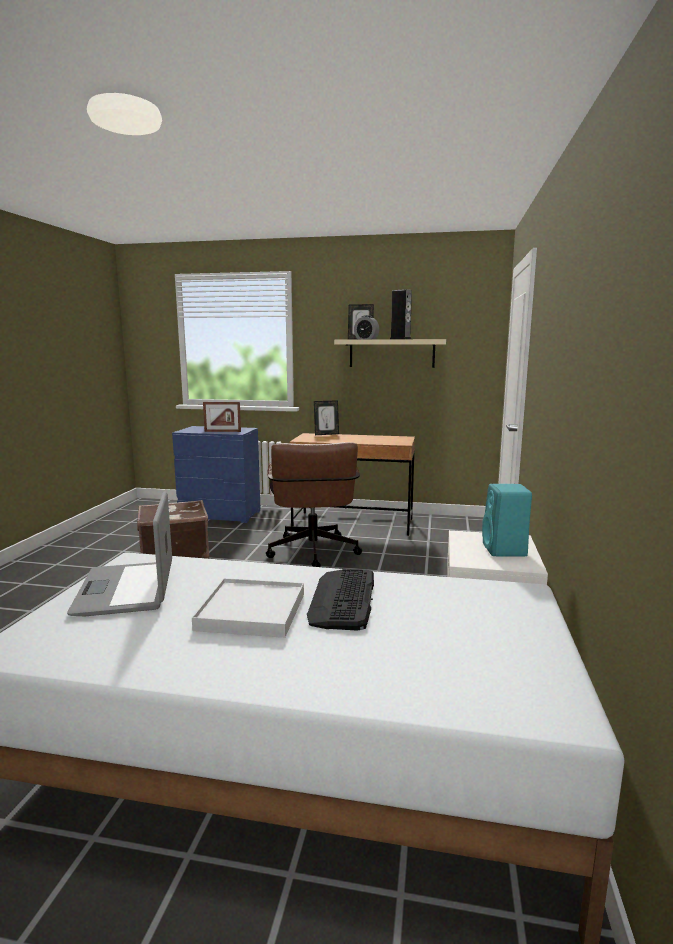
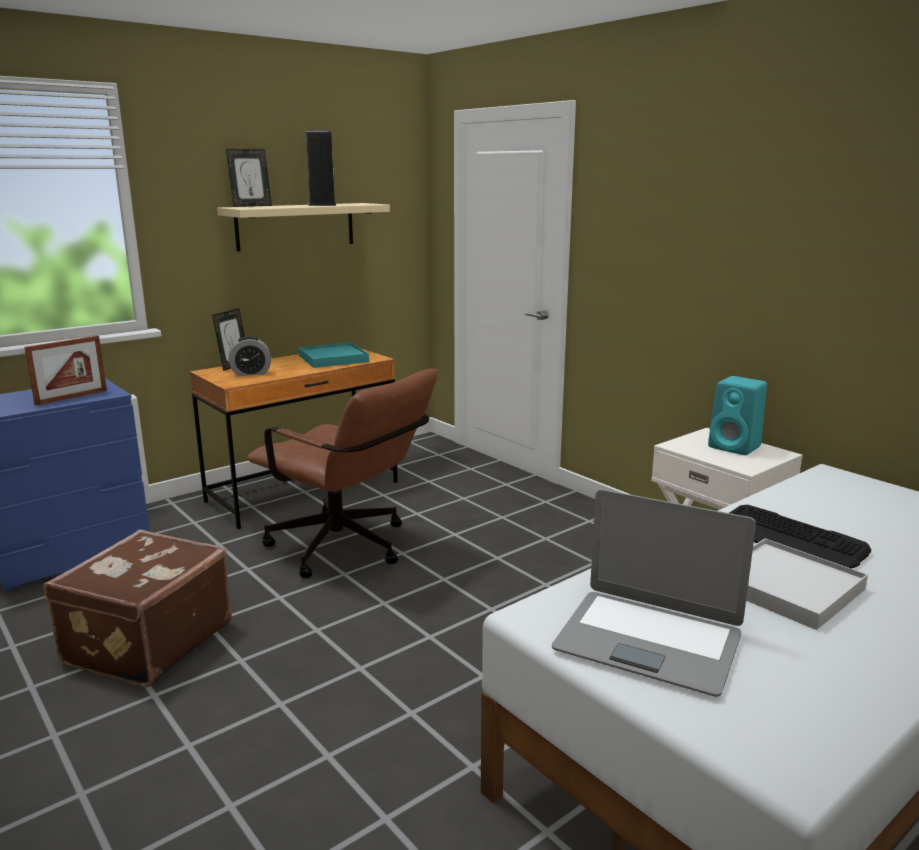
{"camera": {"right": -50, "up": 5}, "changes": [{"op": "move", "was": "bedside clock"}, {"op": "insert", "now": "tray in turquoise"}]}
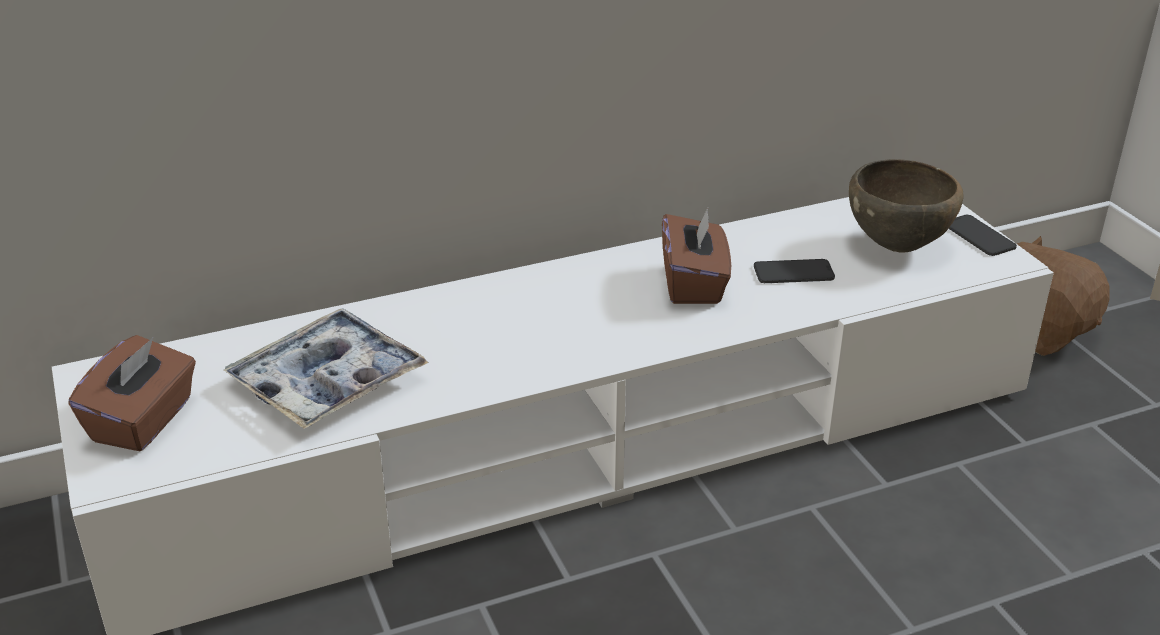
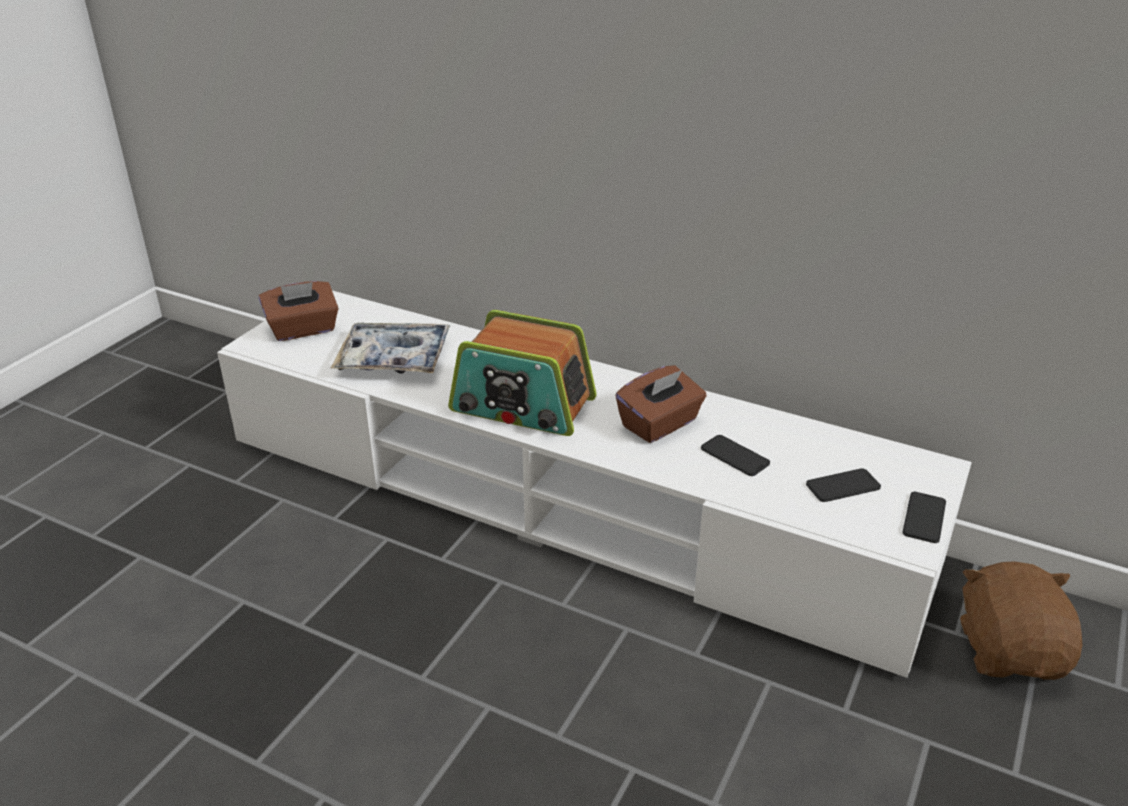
{"camera": {"right": 50, "up": 0}, "changes": [{"op": "replace", "was": "serving bowl in brown-coloured", "now": "telephone (2nd from left)"}, {"op": "insert", "now": "radio"}]}
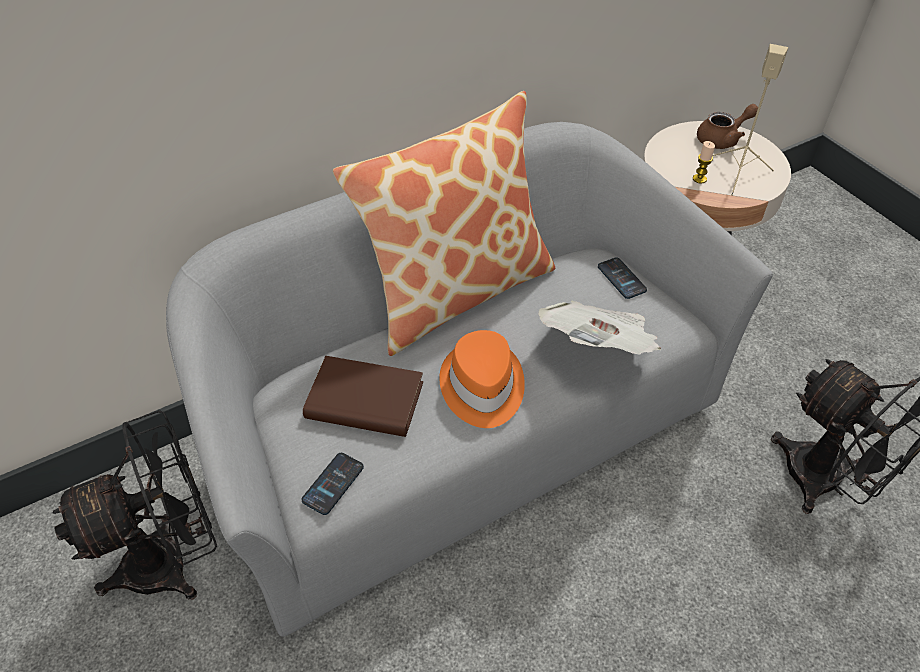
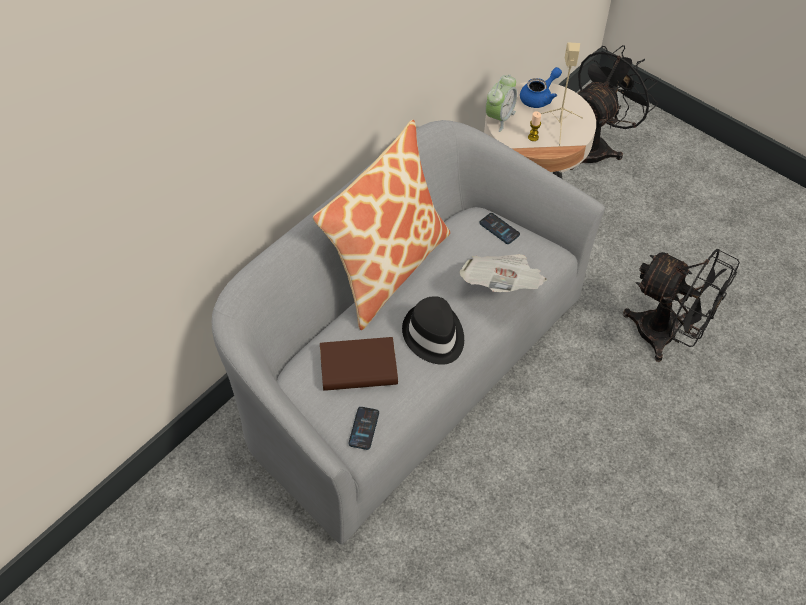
{"camera": {"right": -20, "up": 5}, "changes": [{"op": "recolor", "was": "tea pot in brown-coloured", "now": "tea pot in blue-coloured"}, {"op": "recolor", "was": "clothing hat in orange-coloured", "now": "clothing hat in black-coloured"}, {"op": "move", "was": "cooling fan in black-coloured (1st from left)"}, {"op": "insert", "now": "bedside clock"}]}
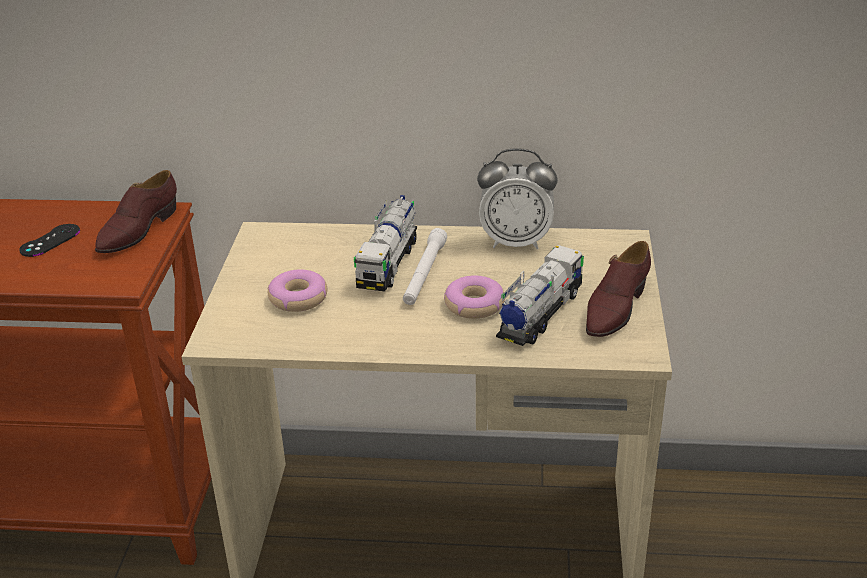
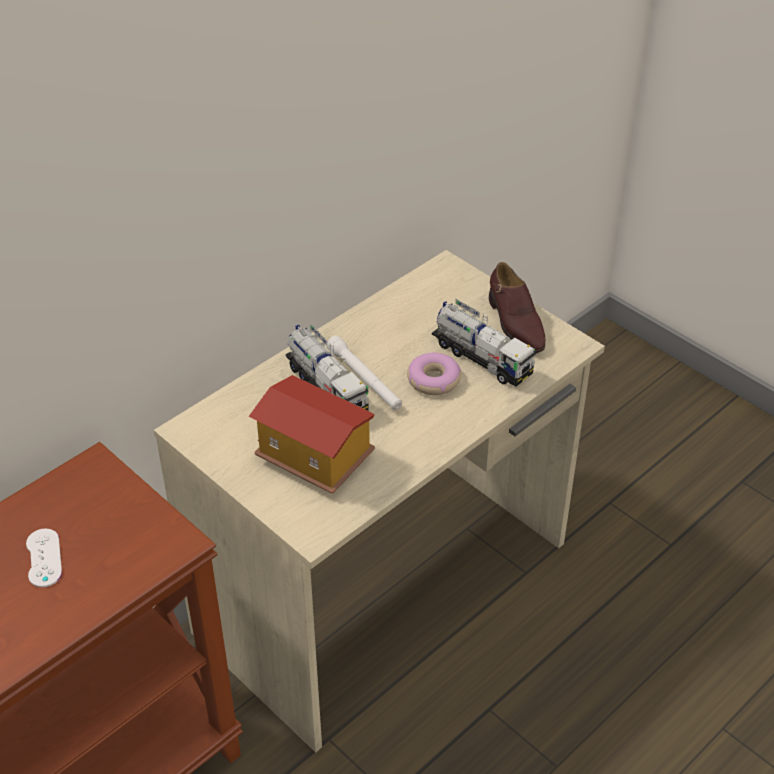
{"camera": {"right": -50, "up": 10}, "changes": [{"op": "delete", "was": "bedside clock"}, {"op": "delete", "was": "low shoe in brown-coloured (1st from left)"}, {"op": "recolor", "was": "game controller in black-coloured", "now": "game controller in whitish"}, {"op": "rotate", "was": "toy truck (2nd from left)", "clockwise": 150}, {"op": "replace", "was": "doughnut (1st from left)", "now": "model house"}]}
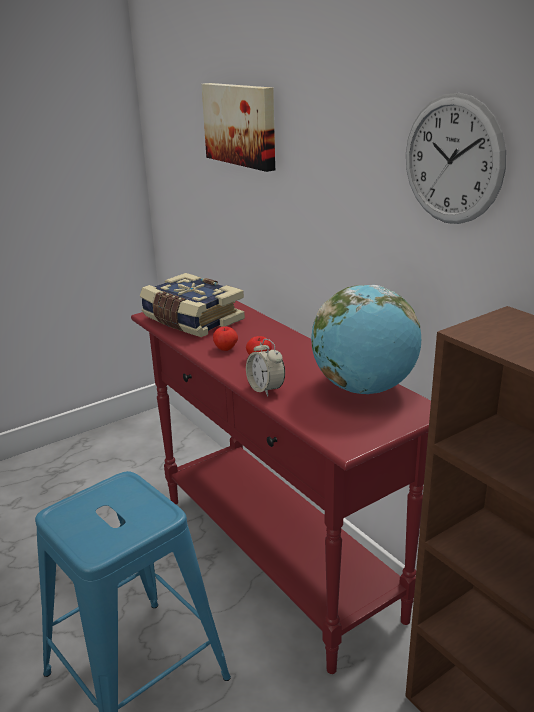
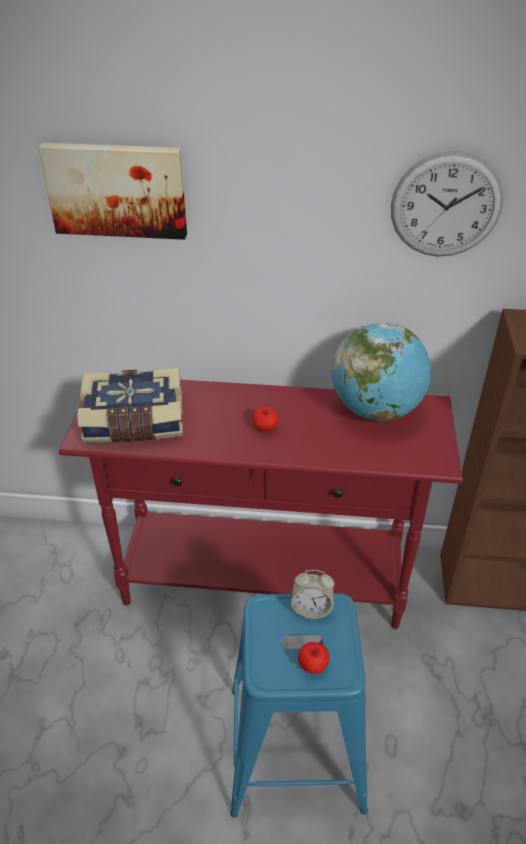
{"camera": {"right": -50, "up": 15}, "changes": [{"op": "move", "was": "whole apple (1st from left in the first image)", "now": "whole apple (2nd from left)"}, {"op": "move", "was": "bedside clock"}]}
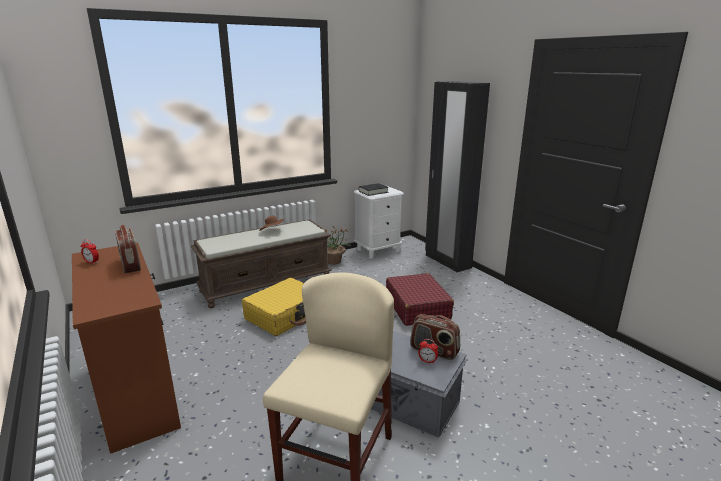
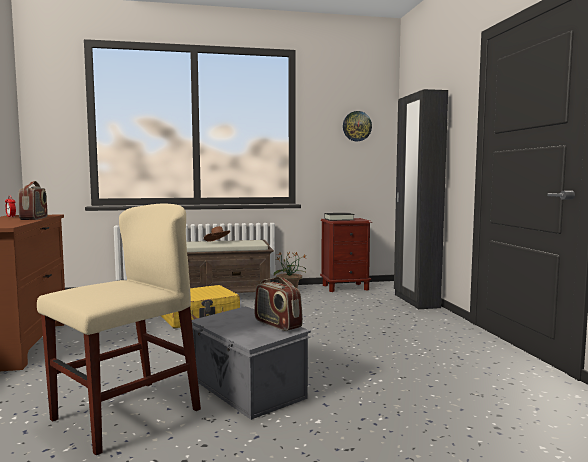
{"camera": {"right": 20, "up": -15}, "changes": [{"op": "recolor", "was": "bedside table in whitish", "now": "bedside table in brown-coloured"}, {"op": "delete", "was": "travel case in red"}, {"op": "delete", "was": "bedside clock (2nd from left)"}, {"op": "insert", "now": "hanging clock"}]}
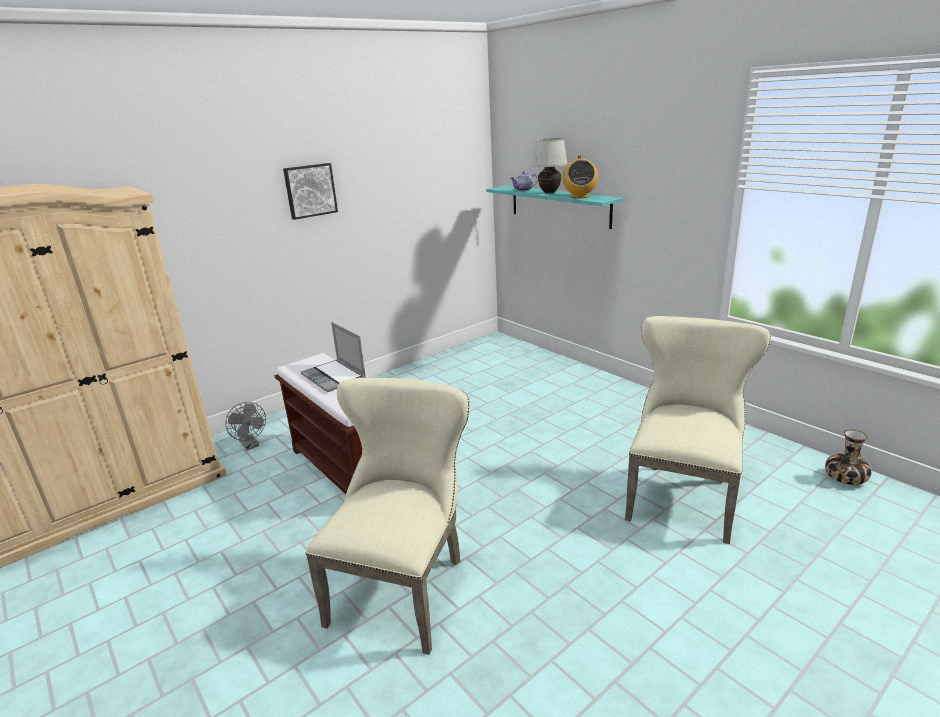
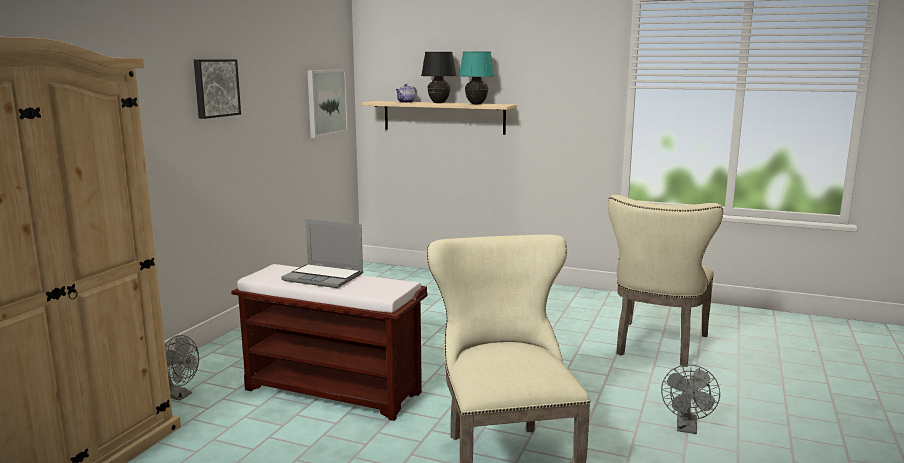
{"camera": {"right": -30, "up": -10}, "changes": [{"op": "recolor", "was": "tabletop lamp in whitish", "now": "tabletop lamp in black-coloured"}, {"op": "replace", "was": "radio", "now": "tabletop lamp in turquoise"}, {"op": "recolor", "was": "bracket shelf in turquoise", "now": "bracket shelf in sand-coloured"}, {"op": "rotate", "was": "upright chair in sand-coloured (2nd from left)", "clockwise": -150}, {"op": "delete", "was": "flower vase"}, {"op": "insert", "now": "wall art (2nd from left)"}, {"op": "insert", "now": "cooling fan in gray (2nd from left)"}]}
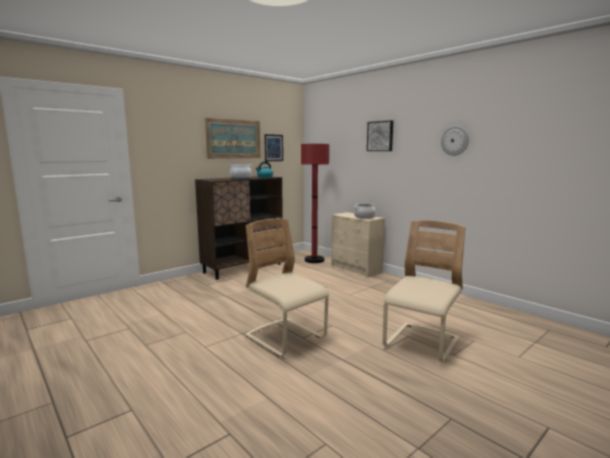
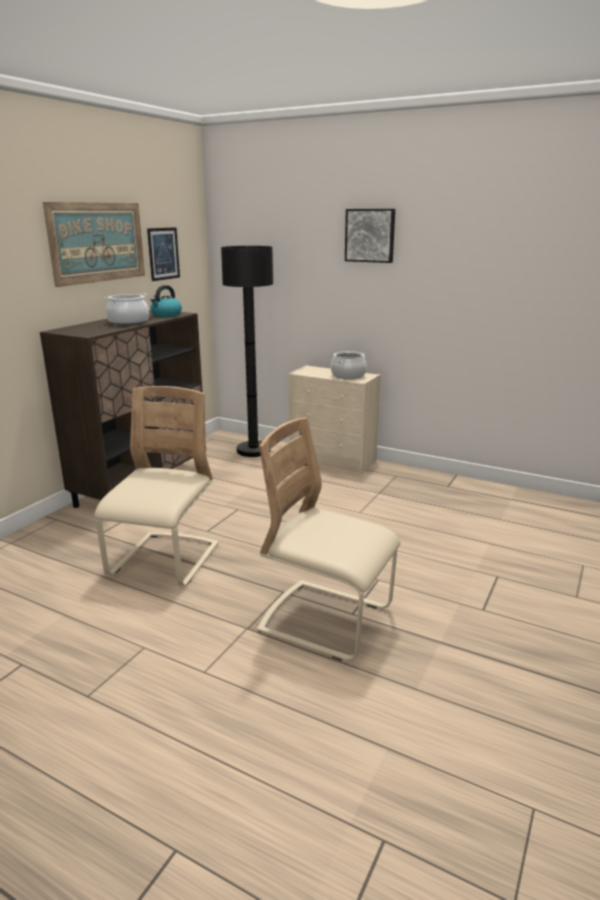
{"camera": {"right": -20, "up": 10}, "changes": [{"op": "delete", "was": "hanging clock"}, {"op": "recolor", "was": "floor lamp in red", "now": "floor lamp in black-coloured"}, {"op": "move", "was": "upright chair in sand-coloured (2nd from left in the first image)", "now": "upright chair in sand-coloured (1st from left)"}]}
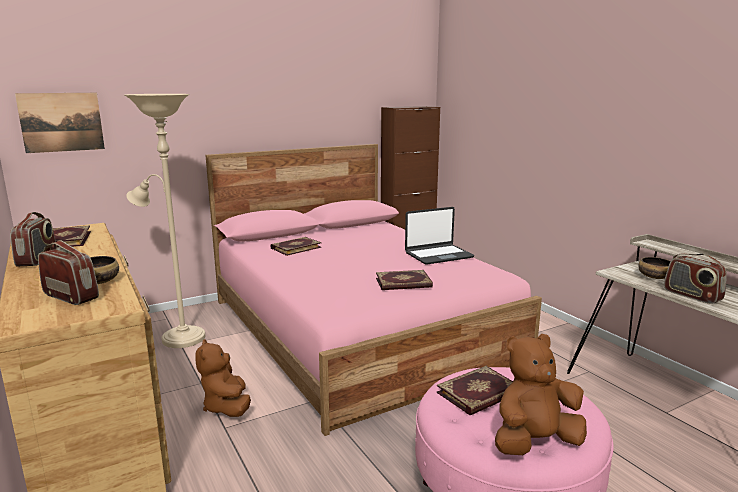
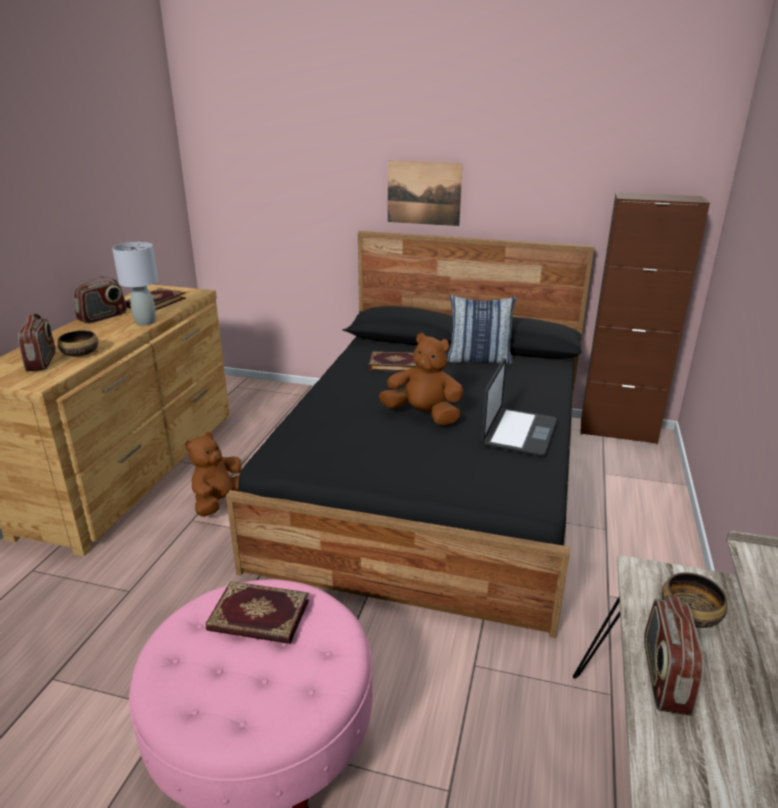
{"camera": {"right": 45, "up": 10}, "changes": [{"op": "move", "was": "wall art"}, {"op": "delete", "was": "floor lamp in sand-coloured"}, {"op": "recolor", "was": "bedroom bed in pink", "now": "bedroom bed in black-coloured"}, {"op": "rotate", "was": "notebook computer", "clockwise": -90}, {"op": "delete", "was": "volume (3rd from left)"}, {"op": "move", "was": "soft toy in brown-coloured (2nd from left)"}, {"op": "insert", "now": "tabletop lamp in gray"}, {"op": "insert", "now": "throw pillow"}]}
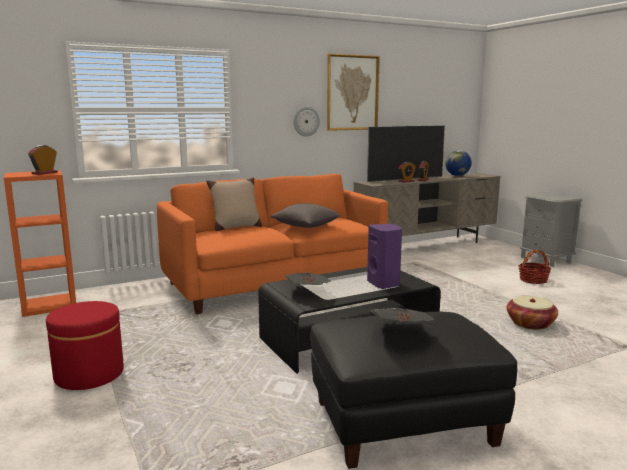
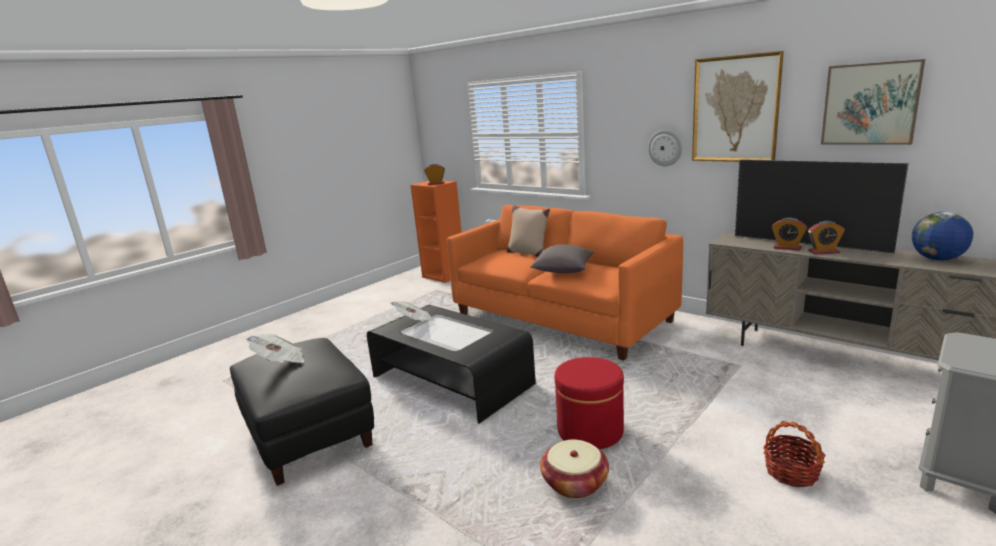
{"camera": {"right": 70, "up": 5}, "changes": [{"op": "delete", "was": "speaker in purple"}, {"op": "move", "was": "footrest in red"}, {"op": "insert", "now": "wall art (2nd from left)"}]}
